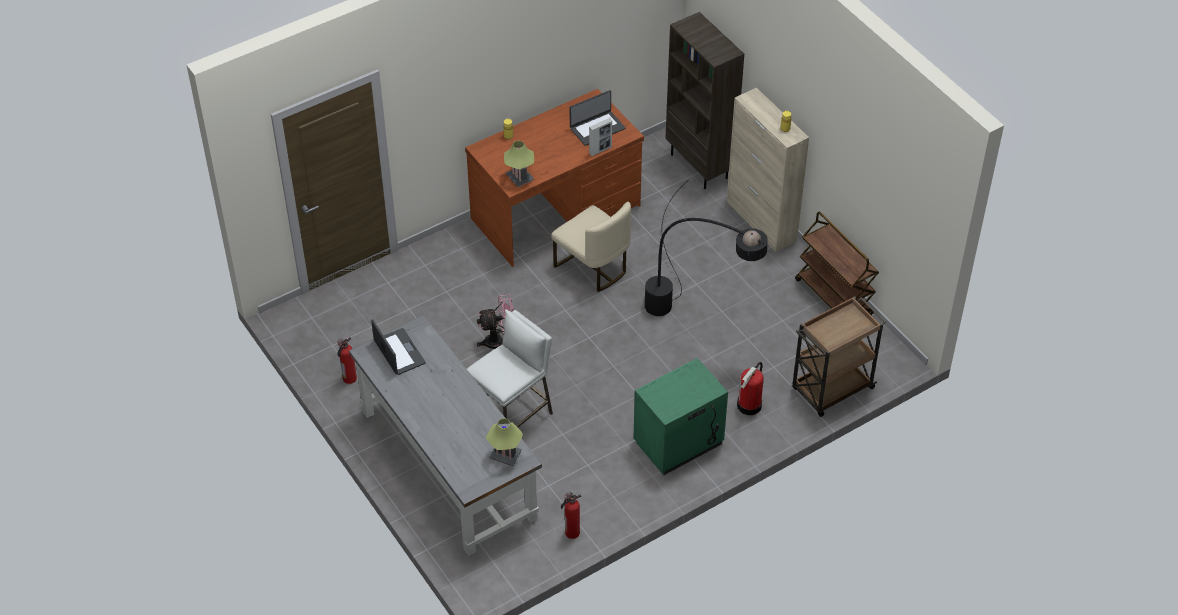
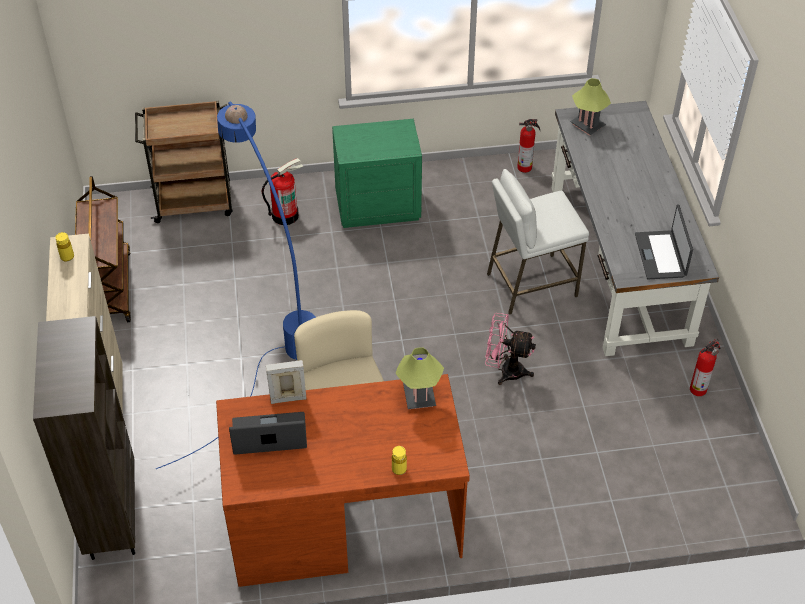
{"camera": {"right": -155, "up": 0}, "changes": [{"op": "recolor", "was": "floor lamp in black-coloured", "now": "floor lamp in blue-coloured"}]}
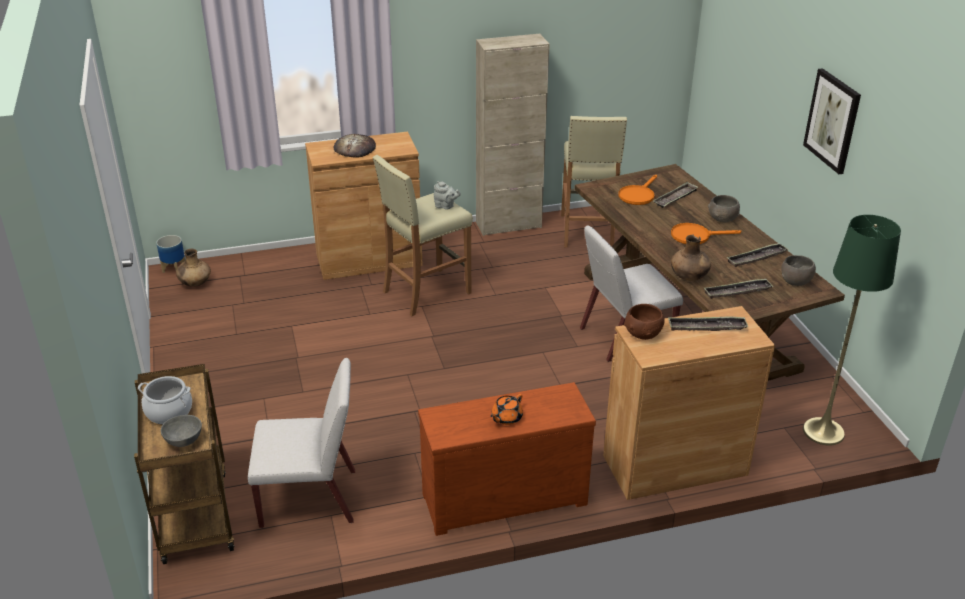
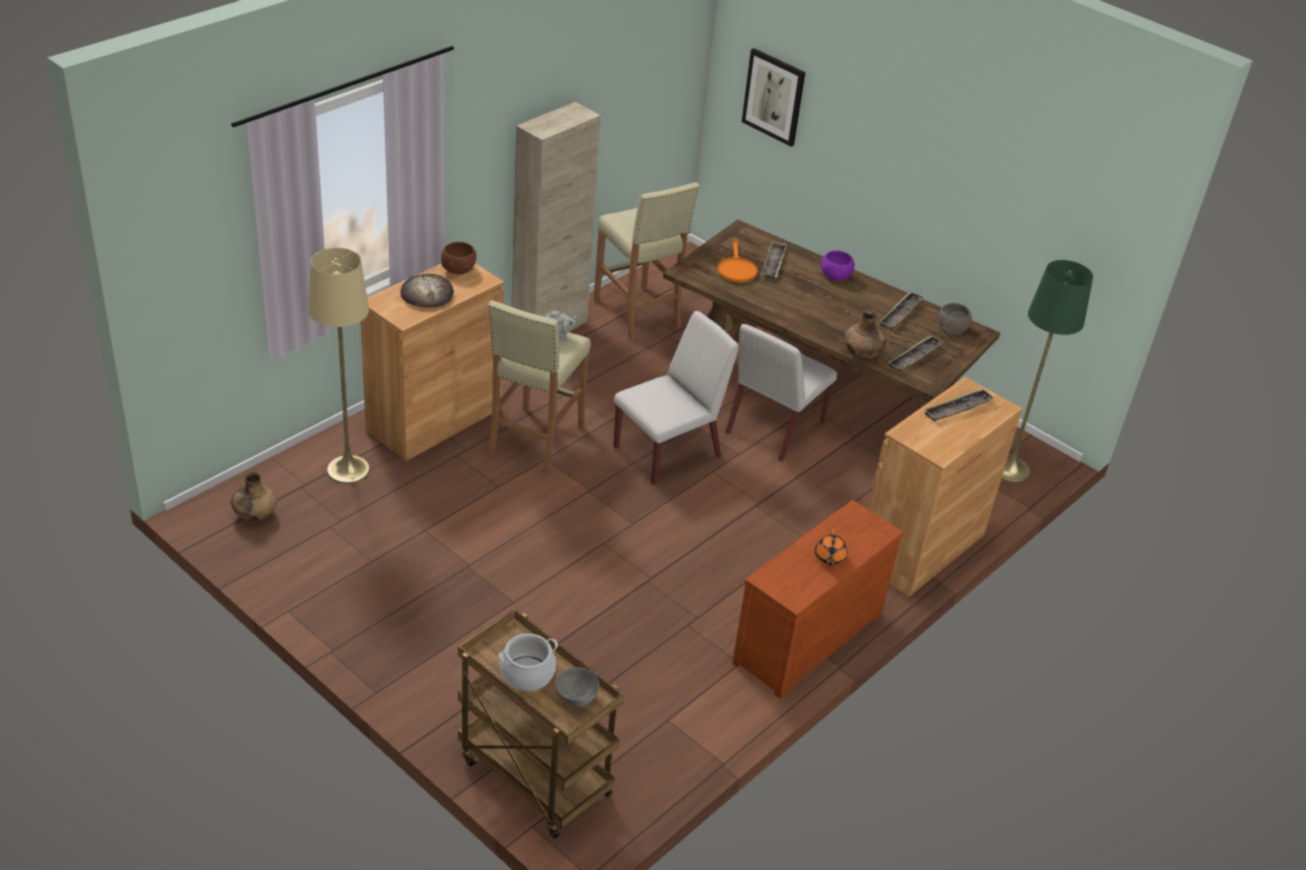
{"camera": {"right": -35, "up": 5}, "changes": [{"op": "move", "was": "wall art"}, {"op": "recolor", "was": "serving bowl in gray (2nd from left)", "now": "serving bowl in purple"}, {"op": "delete", "was": "skillet in orange-coloured (2nd from left)"}, {"op": "delete", "was": "plant pot"}, {"op": "move", "was": "serving bowl in brown-coloured"}, {"op": "move", "was": "upright chair in whitish (1st from left)"}, {"op": "insert", "now": "floor lamp in sand-coloured"}]}
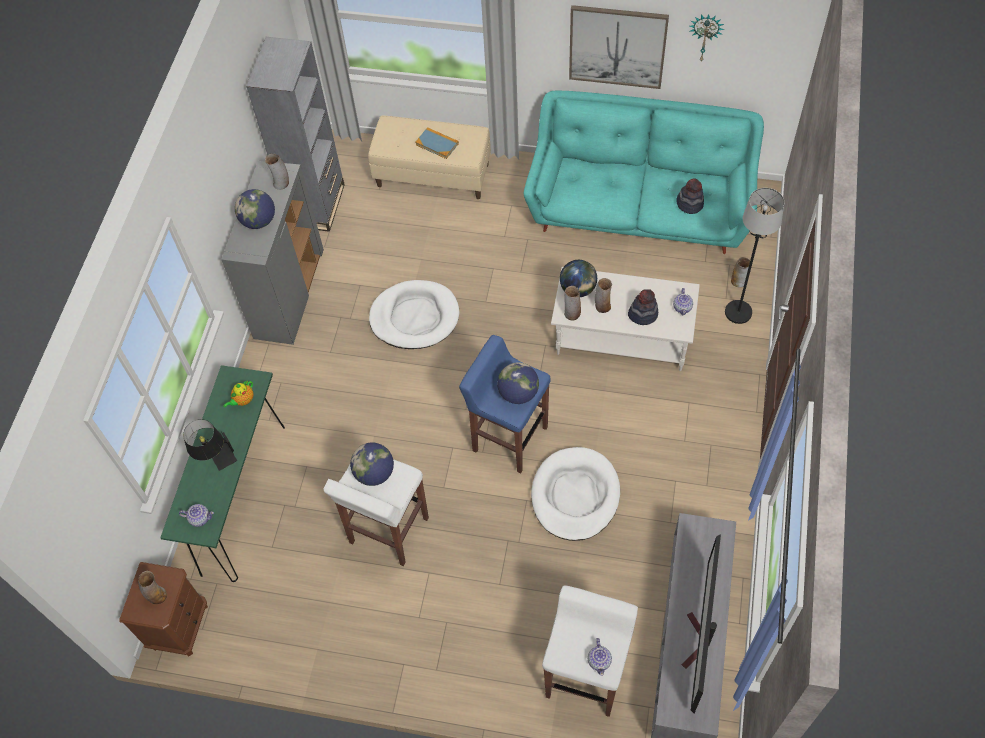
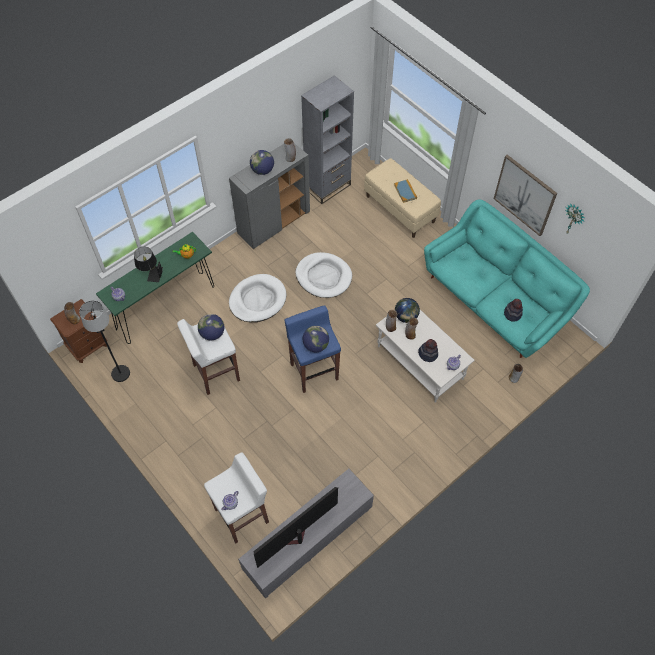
{"camera": {"right": 35, "up": 0}, "changes": [{"op": "move", "was": "floor lamp in black-coloured"}, {"op": "move", "was": "dog cushion in whitish (2nd from left in the first image)", "now": "dog cushion in whitish (1st from left)"}]}
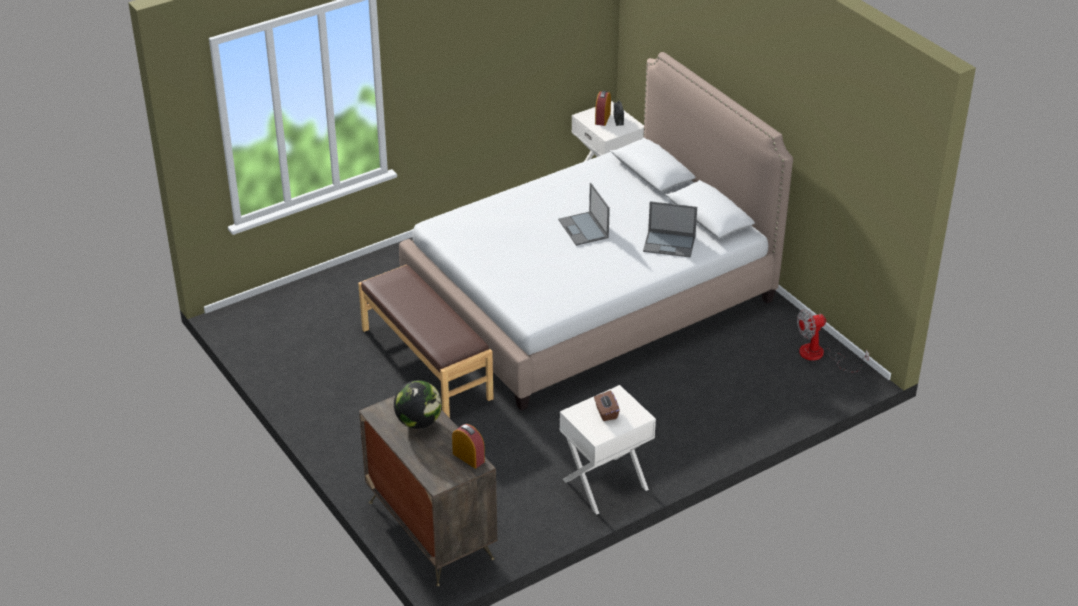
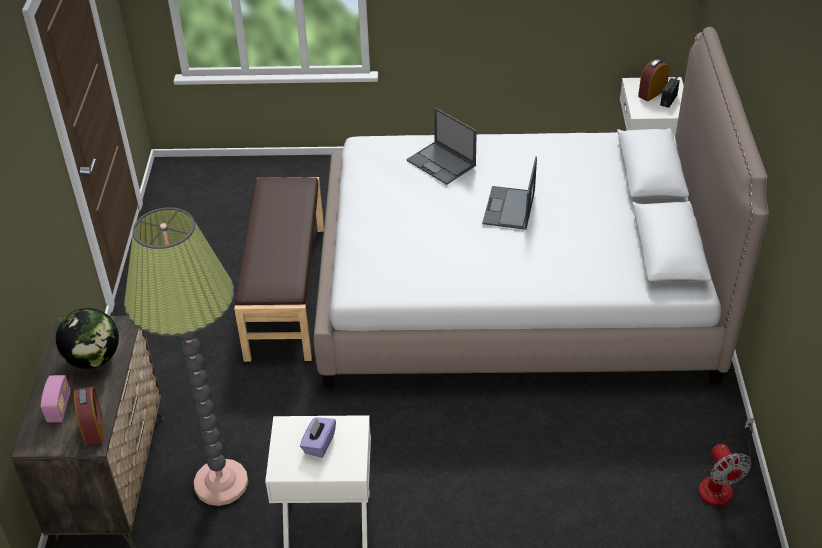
{"camera": {"right": 35, "up": 5}, "changes": [{"op": "move", "was": "notebook computer (2nd from left in the first image)", "now": "notebook computer (1st from left)"}, {"op": "rotate", "was": "cooling fan", "clockwise": -120}, {"op": "recolor", "was": "tissue holder in brown-coloured", "now": "tissue holder in purple"}, {"op": "insert", "now": "floor lamp"}, {"op": "insert", "now": "radio (1st from left)"}]}
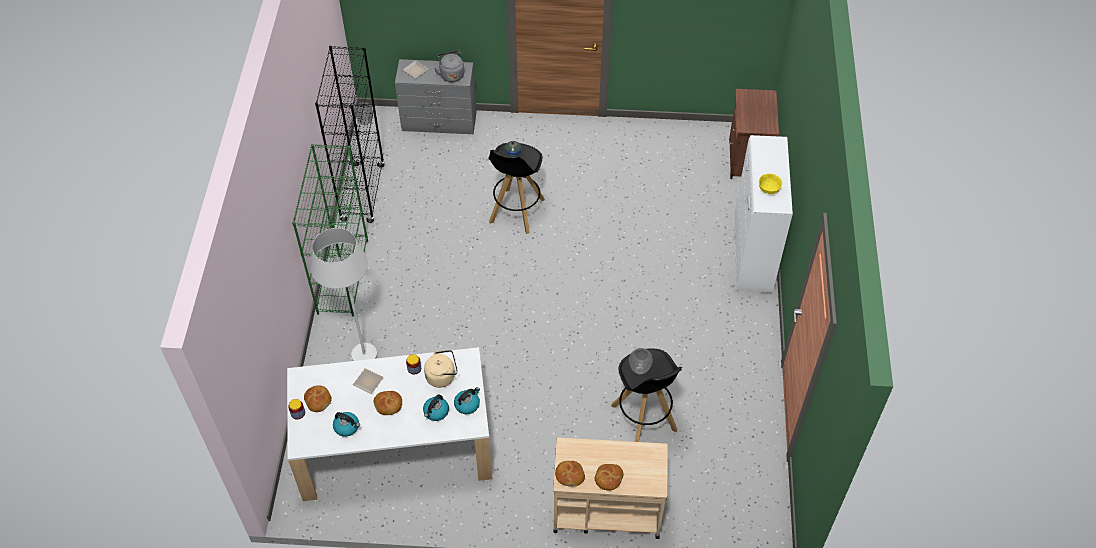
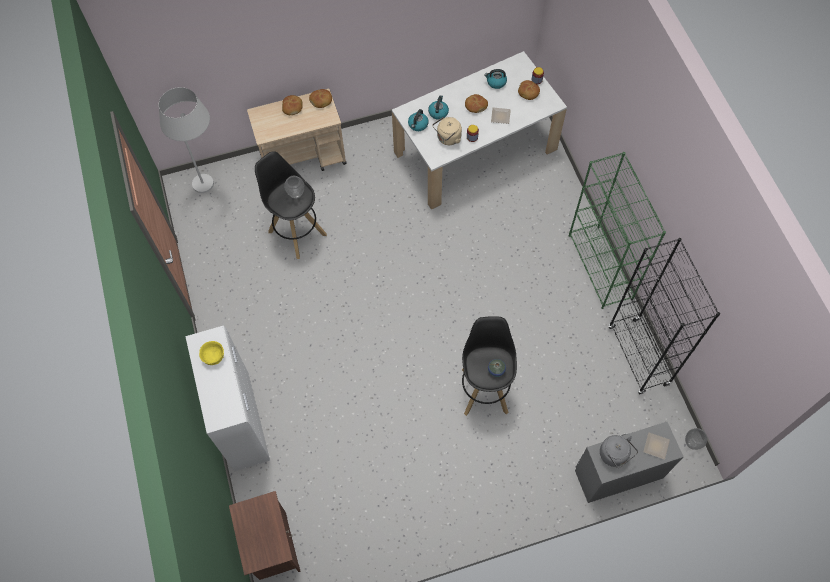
{"camera": {"right": 160, "up": 10}, "changes": [{"op": "move", "was": "floor lamp in whitish"}]}
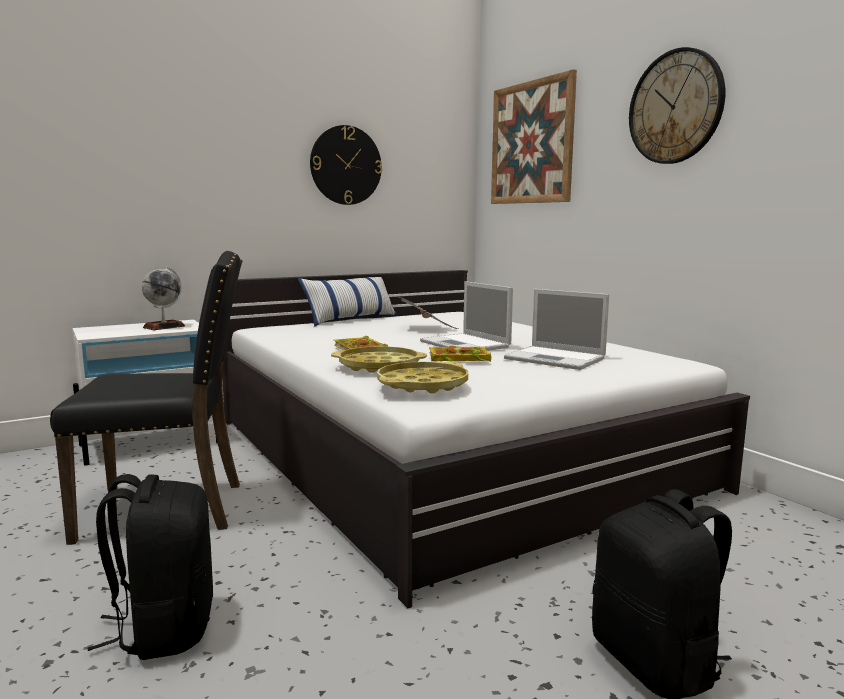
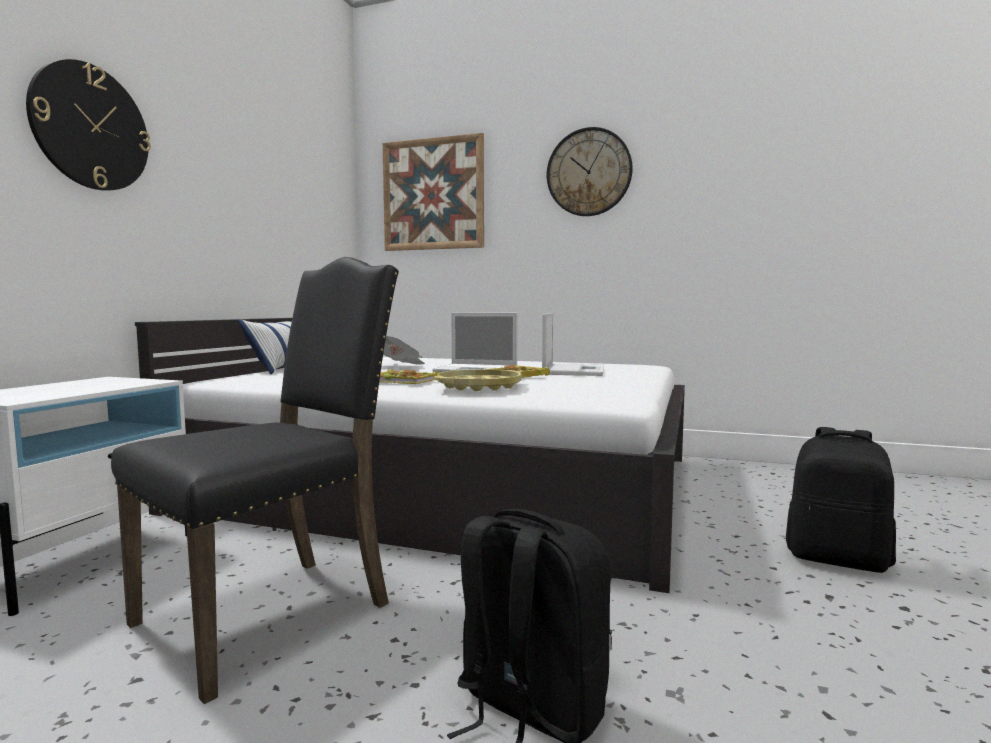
{"camera": {"right": -40, "up": -5}, "changes": [{"op": "move", "was": "hanging clock (1st from left)"}, {"op": "delete", "was": "world globe"}, {"op": "rotate", "was": "notebook computer (2nd from left)", "clockwise": -75}, {"op": "delete", "was": "tray in yellow-coloured (2nd from left)"}]}
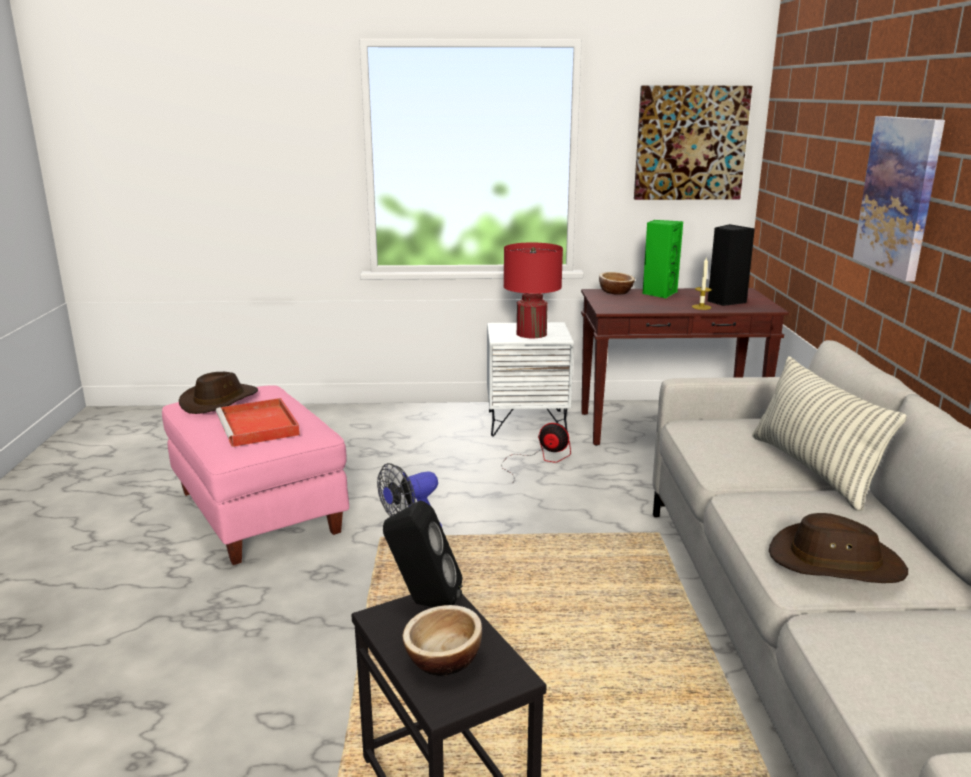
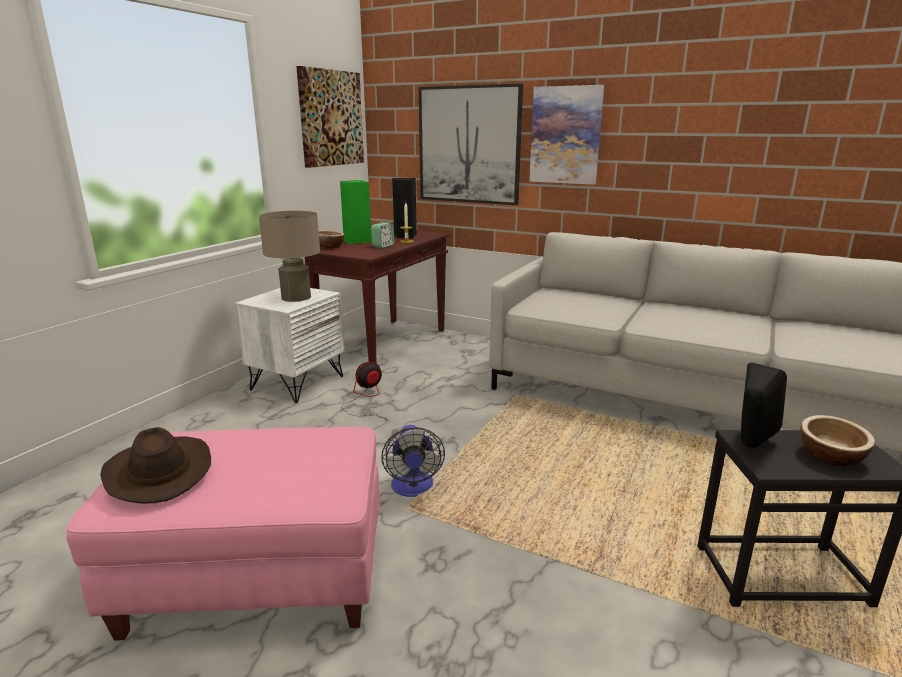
{"camera": {"right": -60, "up": 0}, "changes": [{"op": "recolor", "was": "tabletop lamp in red", "now": "tabletop lamp in sand-coloured"}, {"op": "delete", "was": "throw pillow"}, {"op": "delete", "was": "tray in red"}, {"op": "delete", "was": "clothing hat in brown-coloured (2nd from left)"}, {"op": "insert", "now": "wall art (2nd from left)"}, {"op": "insert", "now": "bedside clock"}]}
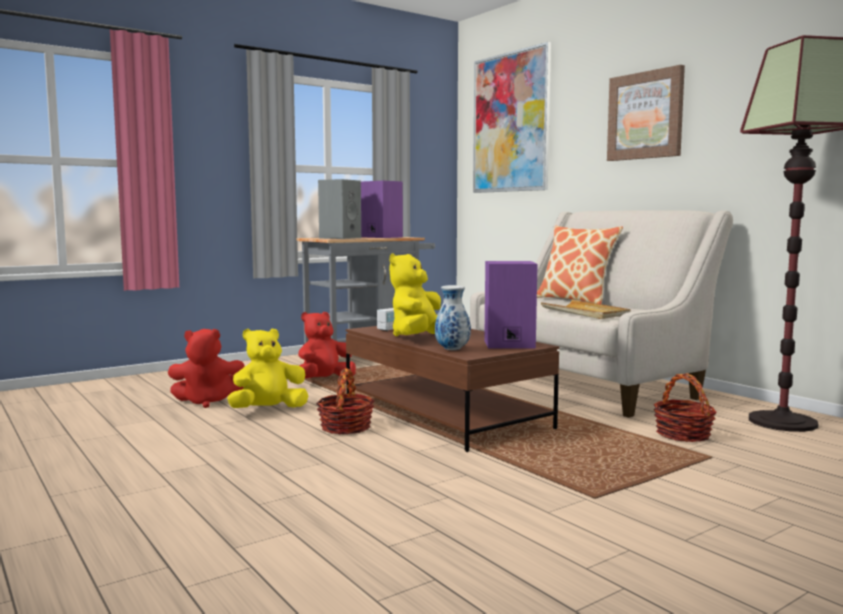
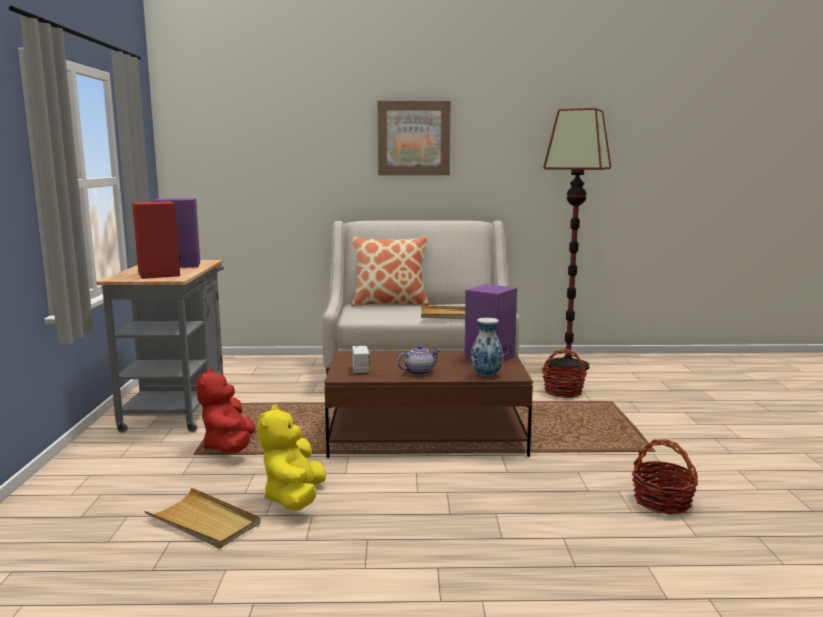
{"camera": {"right": -55, "up": 5}, "changes": [{"op": "delete", "was": "wall art (1st from left)"}, {"op": "recolor", "was": "speaker in gray", "now": "speaker in red"}, {"op": "replace", "was": "soft toy in yellow-coloured (2nd from left)", "now": "tea pot"}, {"op": "replace", "was": "soft toy in red (1st from left)", "now": "tray in sand-coloured (1st from left)"}, {"op": "move", "was": "household basket (1st from left in the first image)", "now": "household basket (2nd from left)"}]}
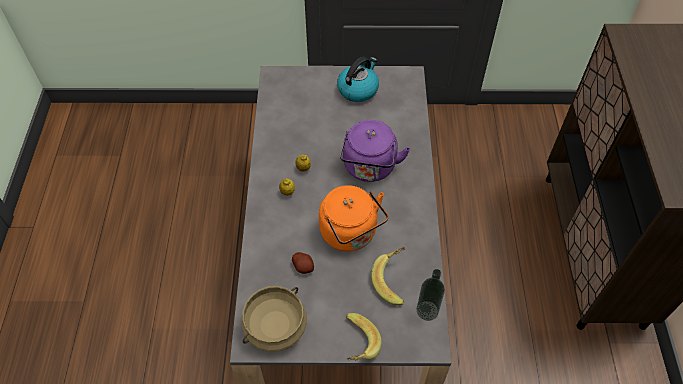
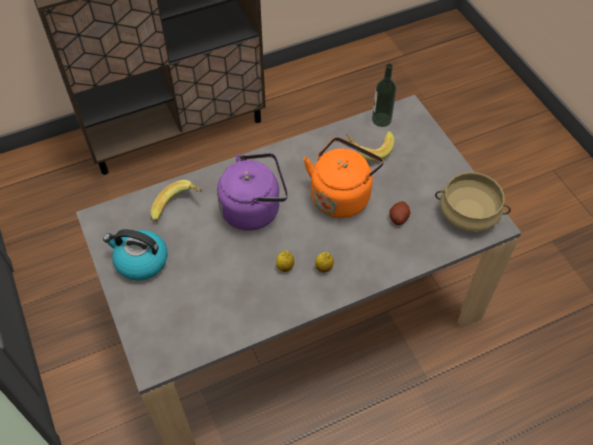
{"camera": {"right": -115, "up": 0}, "changes": [{"op": "move", "was": "whole banana (1st from left)"}]}
